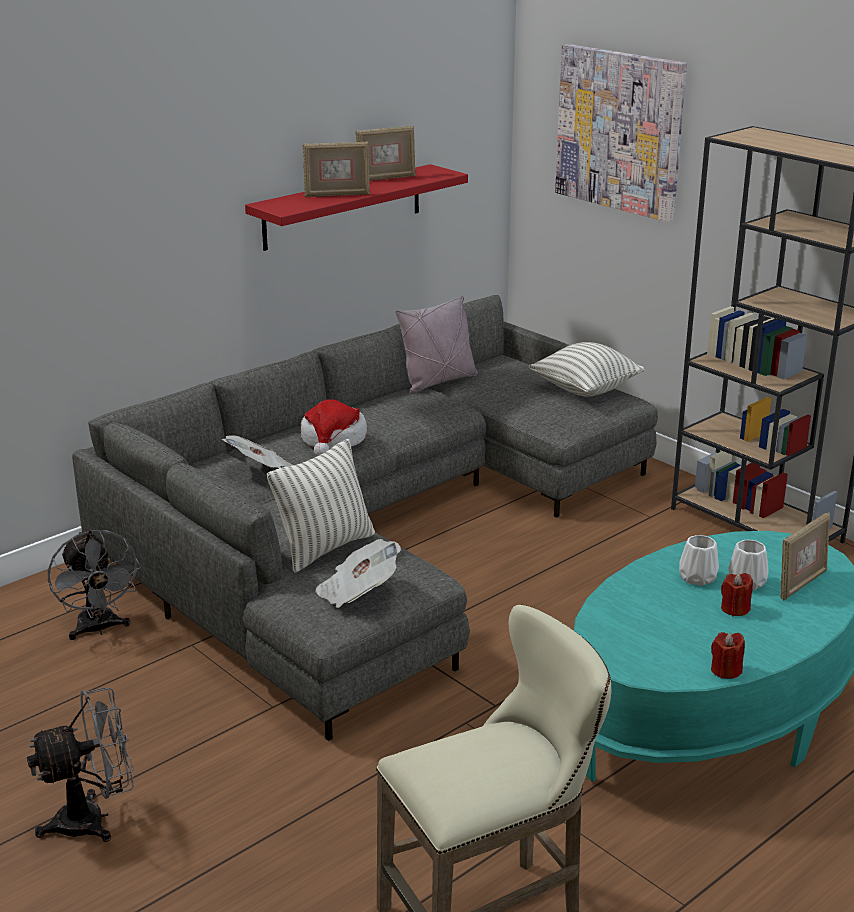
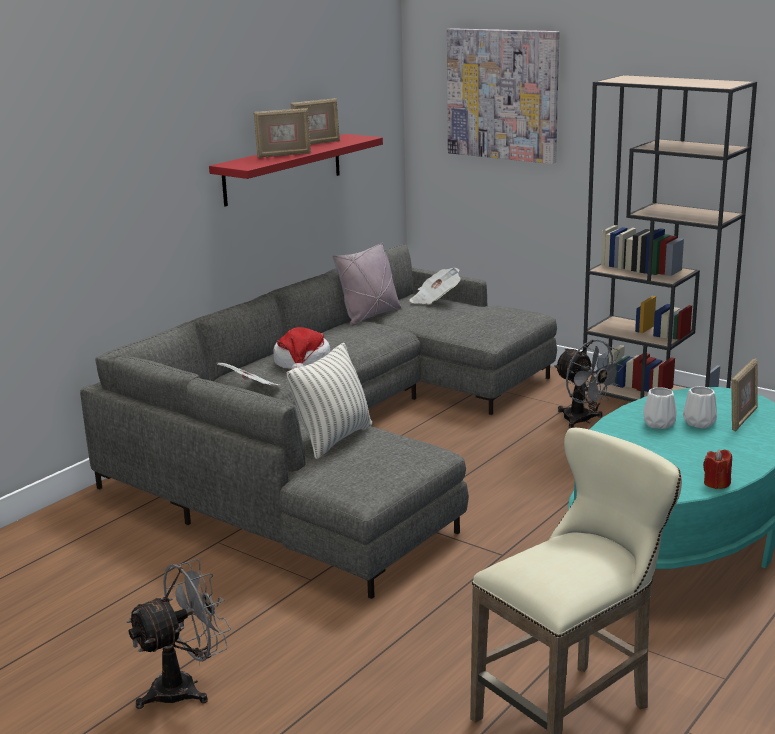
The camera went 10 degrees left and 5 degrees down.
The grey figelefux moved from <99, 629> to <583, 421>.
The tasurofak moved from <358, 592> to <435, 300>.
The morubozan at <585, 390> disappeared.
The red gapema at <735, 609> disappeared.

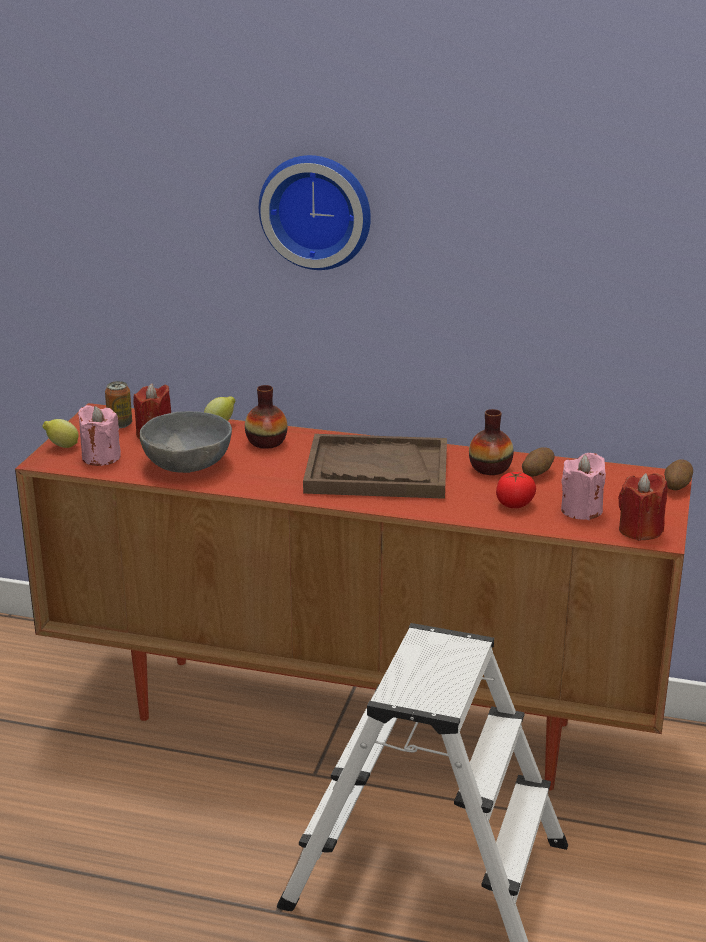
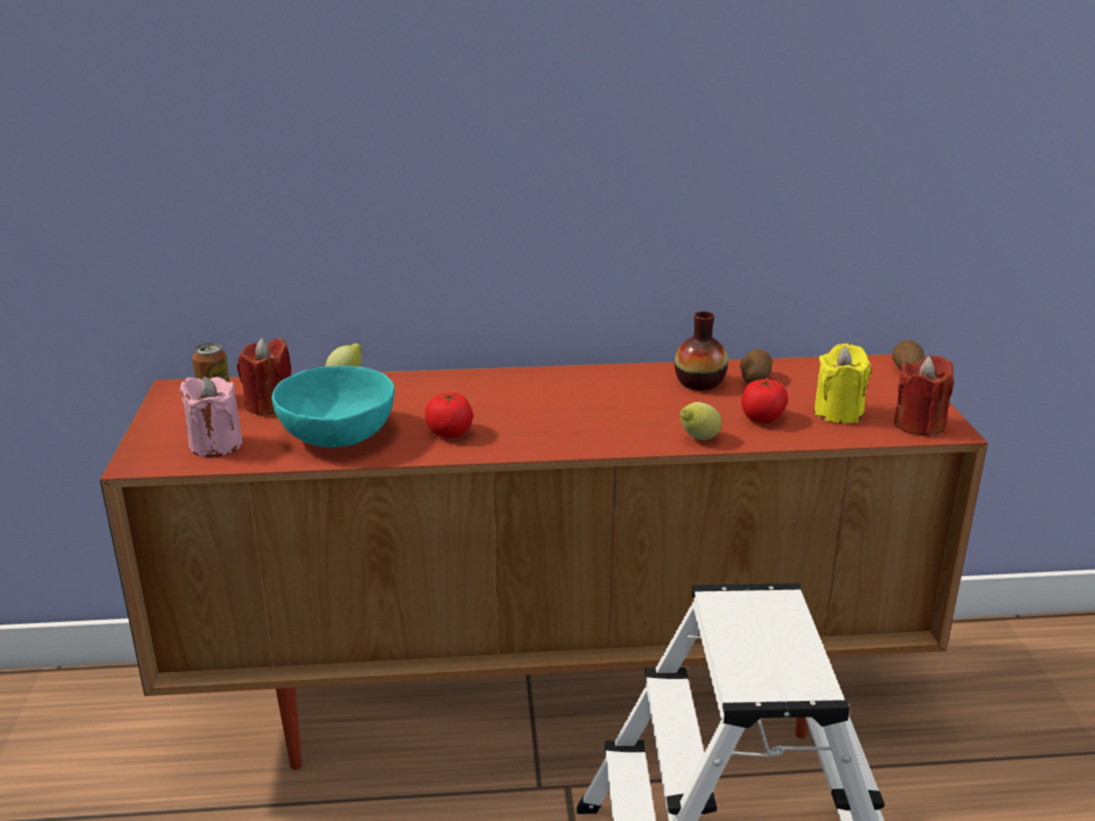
The camera went 20 degrees left and 0 degrees up.
The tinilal moved from <62, 447> to <698, 439>.
The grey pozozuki at <188, 463> became the turquoise pozozuki at <338, 434>.
The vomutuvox at <266, 442> disappeared.
The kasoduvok at <317, 210> disappeared.
The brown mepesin at <376, 471> disappeared.
The pink gapema at <581, 510> became the yellow gapema at <838, 413>.
The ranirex at <450, 433> appeared.

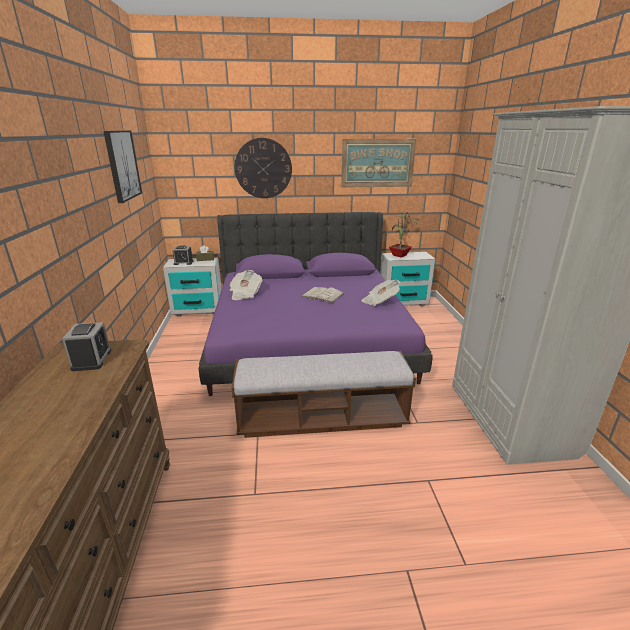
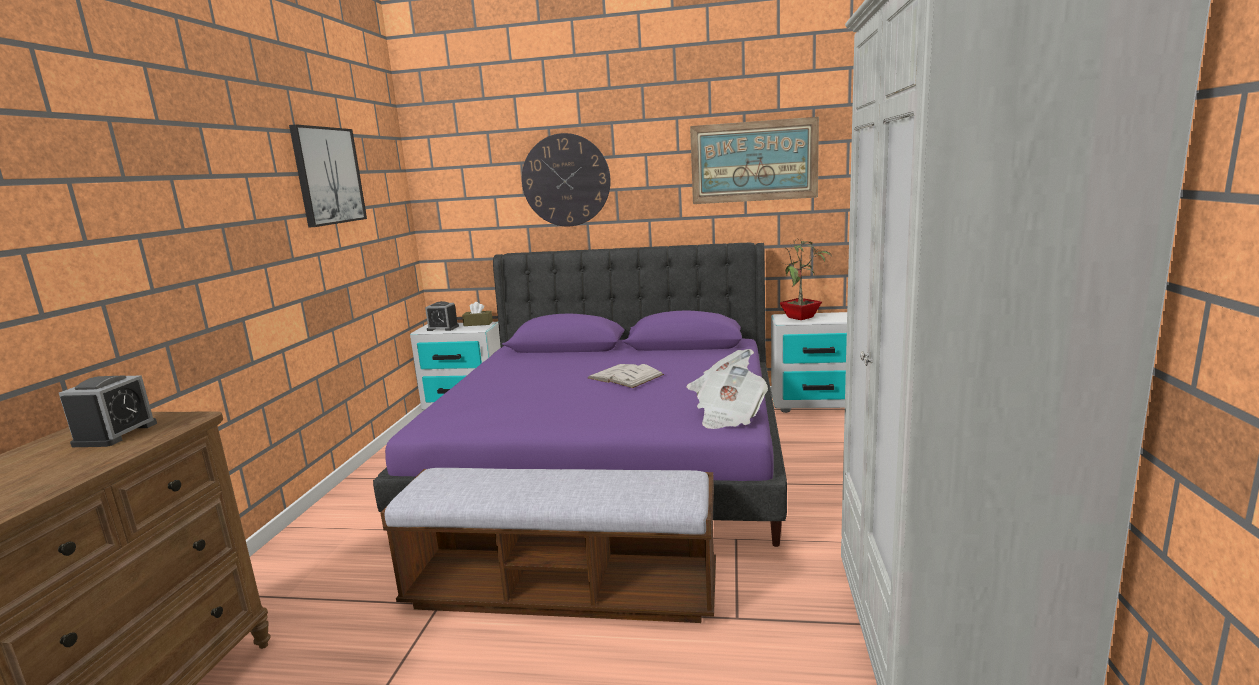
The camera went 15 degrees right and 10 degrees down.
The tasurofak moved from <245, 294> to <729, 416>.

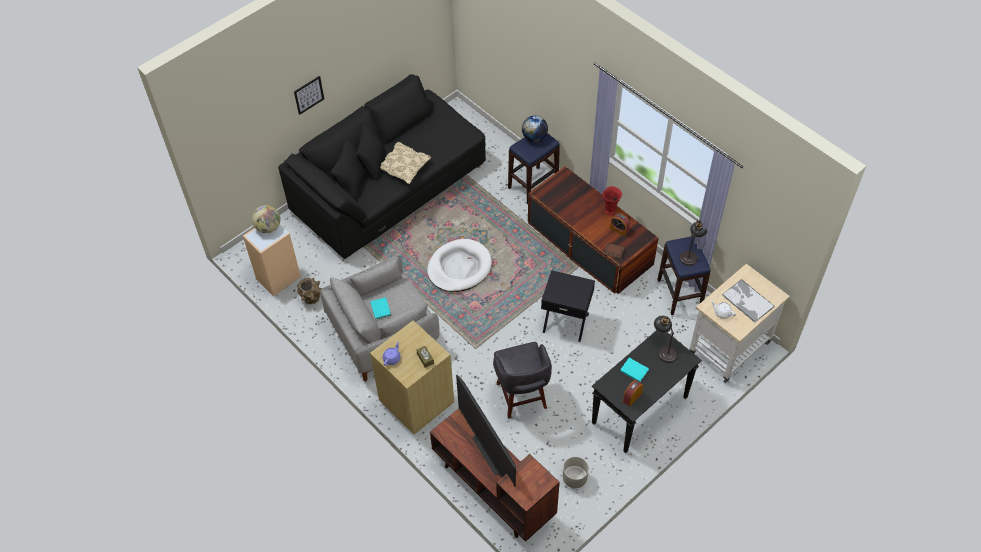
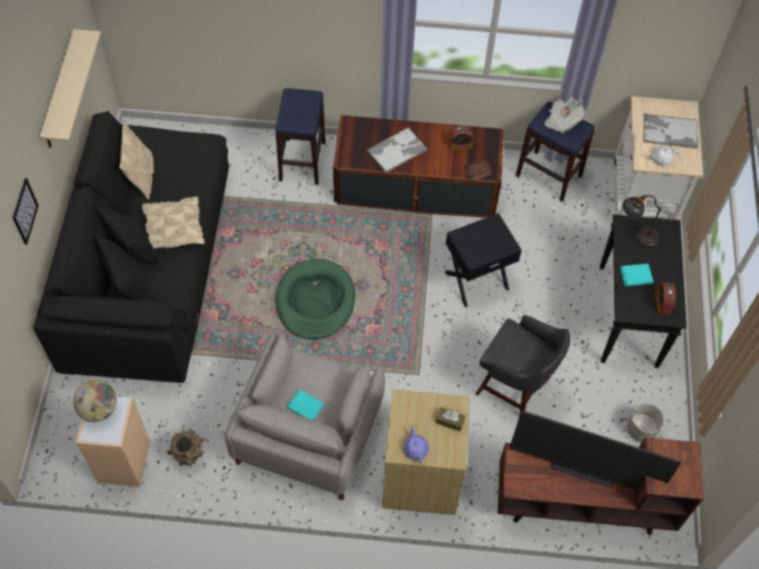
The camera went 45 degrees left and 5 degrees up.
The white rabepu at <459, 268> became the green rabepu at <315, 301>.
The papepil at <534, 137> disappeared.
The red vomutuvox at <610, 210> disappeared.
The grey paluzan at <691, 252> was replaced by the tasurofak at <562, 120>.
The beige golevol at <60, 91> appeared.
The beige morubozan at <142, 177> appeared.
The mepesin at <397, 150> appeared.

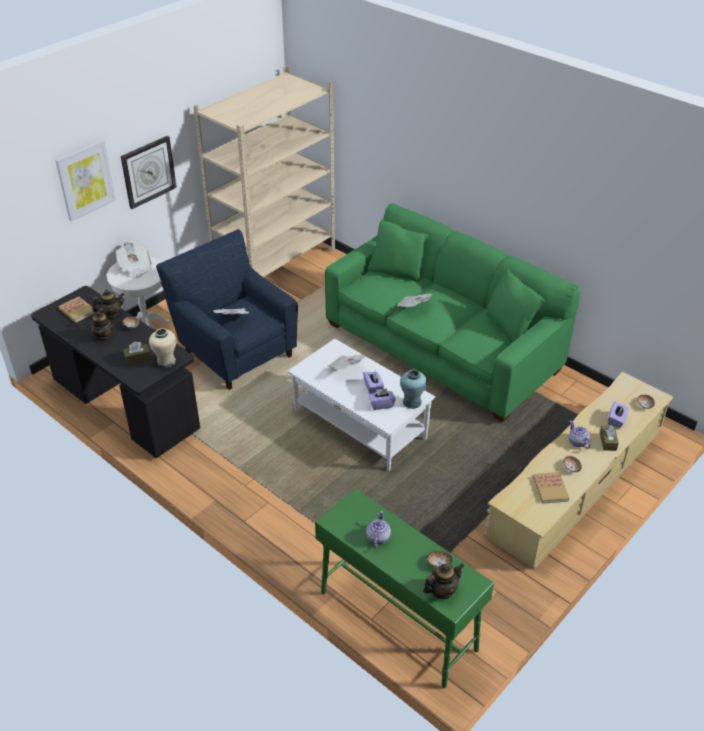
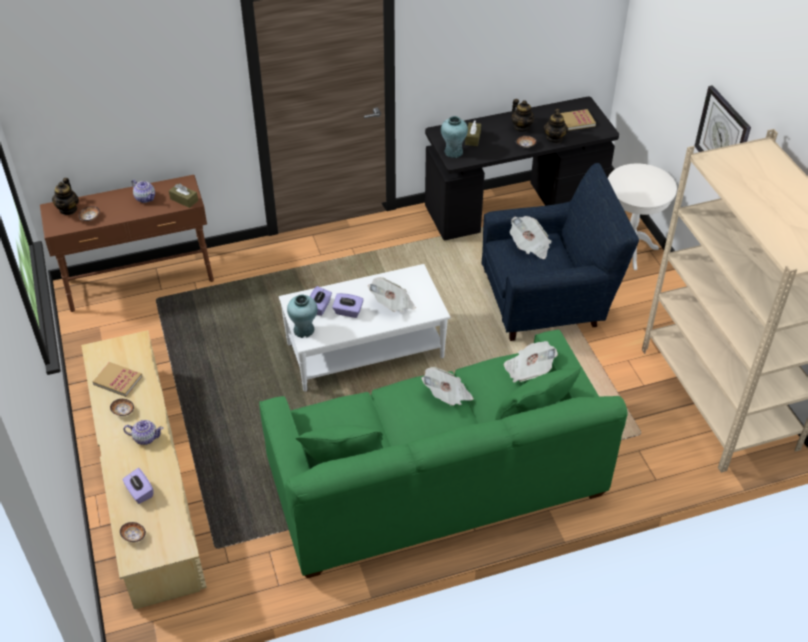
The camera went 120 degrees right and 5 degrees up.
The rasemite at <85, 180> disappeared.
The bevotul at <103, 336> turned 150 degrees counterclockwise.
The tasurofak moved from <135, 268> to <528, 370>.
The beige vomutuvox at <166, 362> became the turquoise vomutuvox at <453, 152>.
The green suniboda at <398, 620> became the brown suniboda at <140, 281>.
The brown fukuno moved from <608, 441> to <184, 200>.

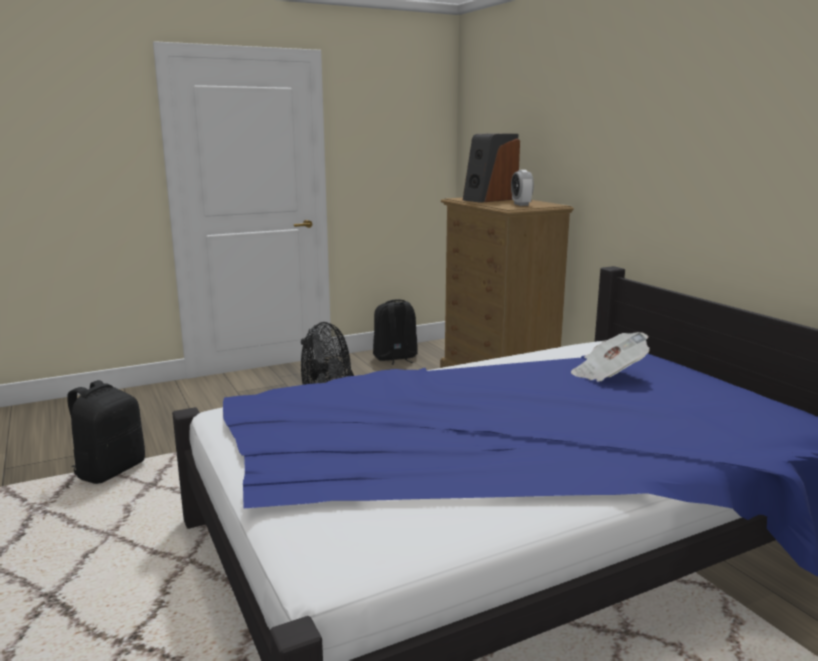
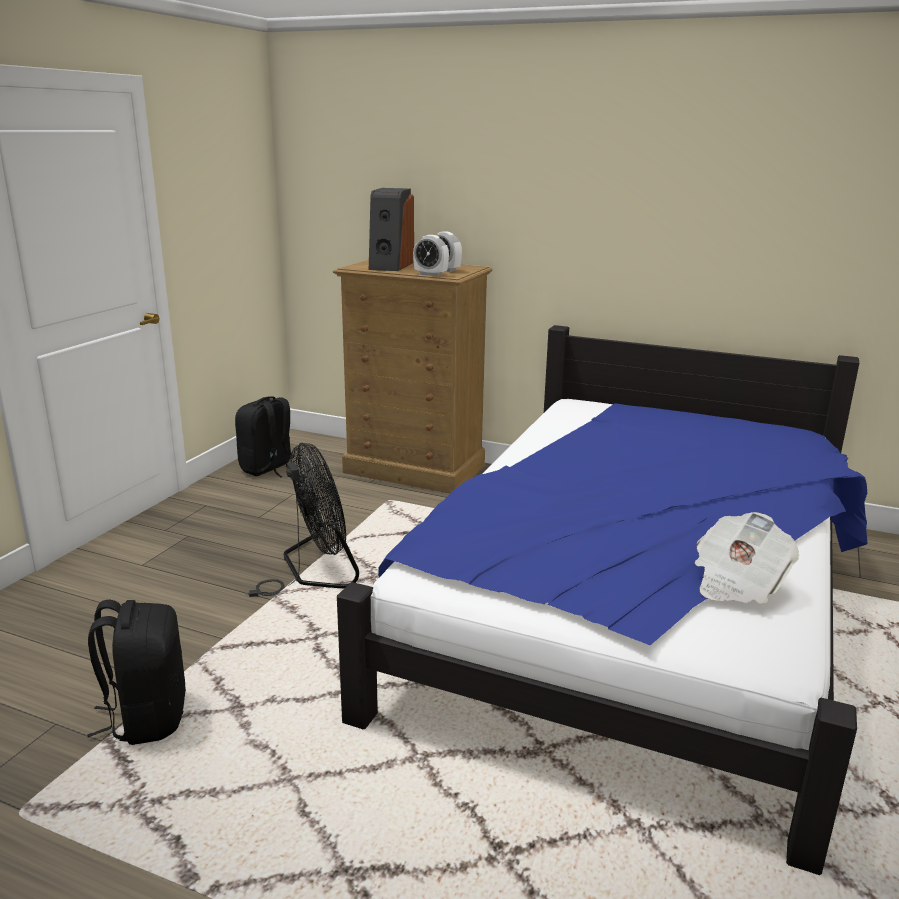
The camera went 40 degrees left and 5 degrees up.
The tasurofak moved from <608, 375> to <737, 582>.
The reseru at <430, 274> appeared.

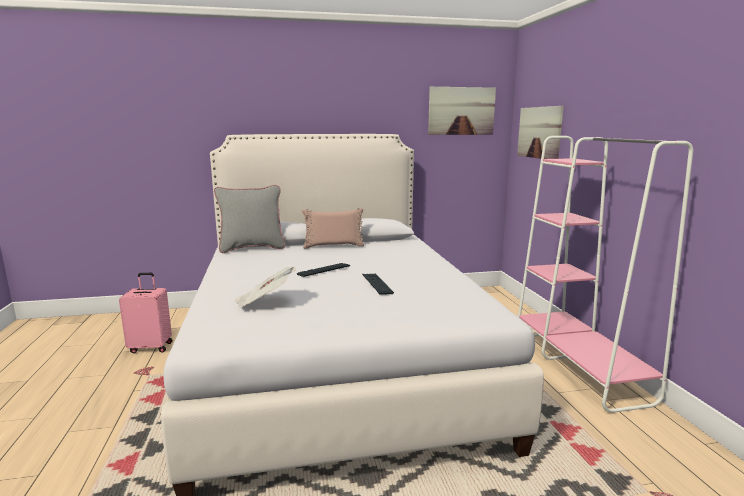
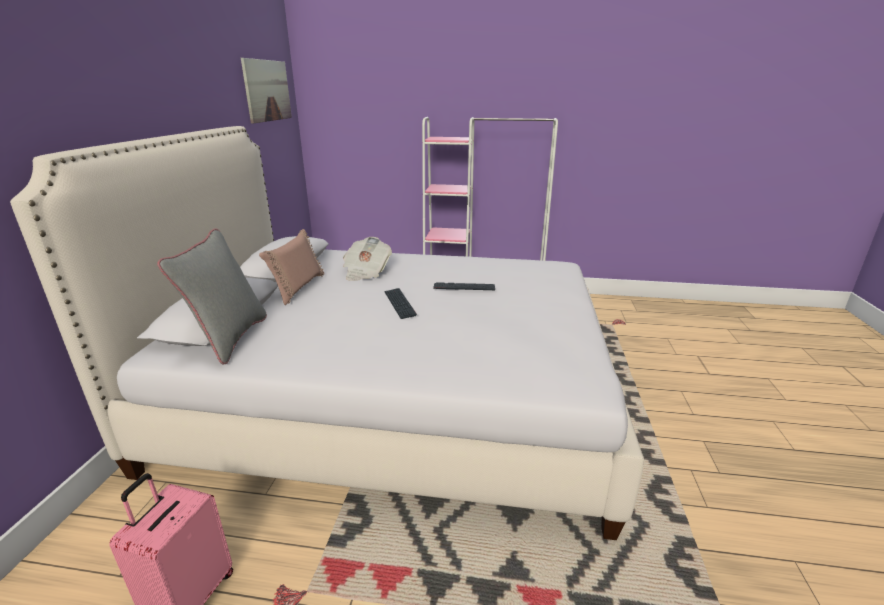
The camera went 70 degrees left and 10 degrees up.
The tasurofak moved from <264, 302> to <366, 272>.
The rasemite at <539, 132> disappeared.

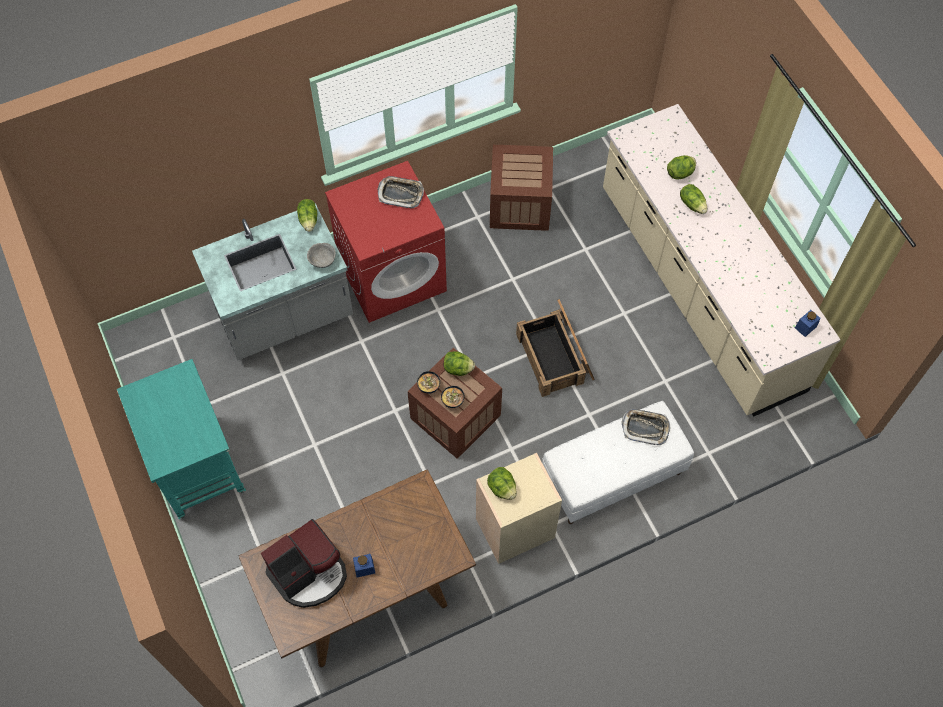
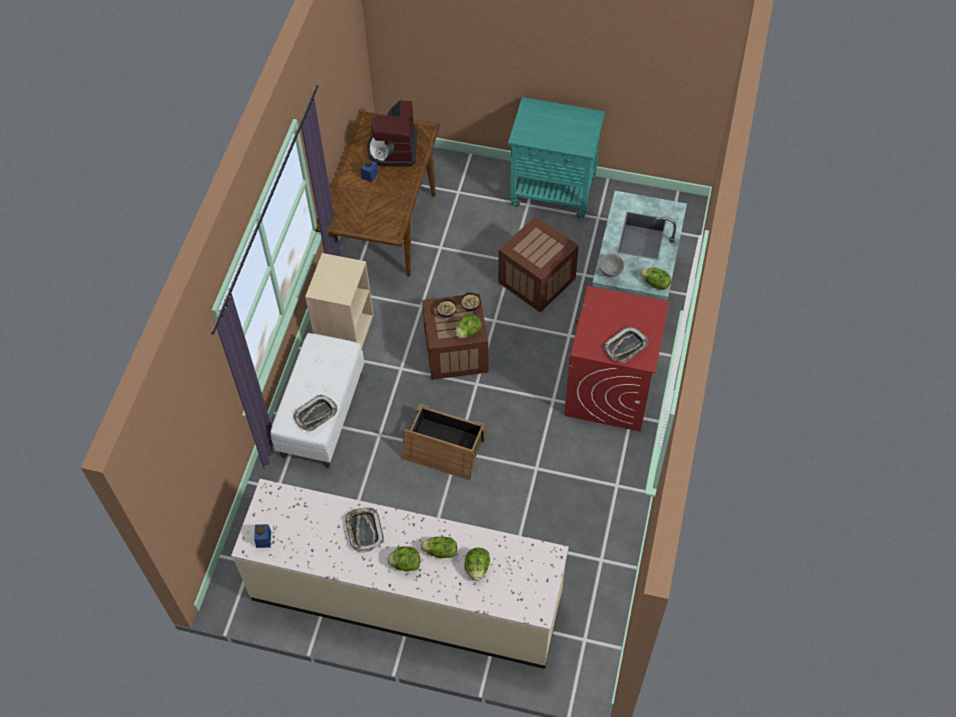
The camera went 130 degrees right and 5 degrees down.
The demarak moved from <502, 488> to <405, 564>.
The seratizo moved from <520, 205> to <537, 280>.
The mepesin at <364, 530> appeared.

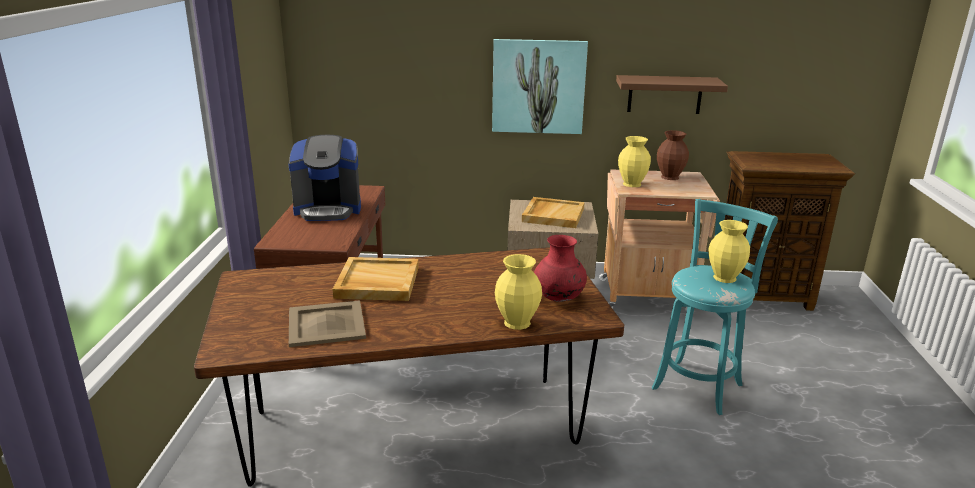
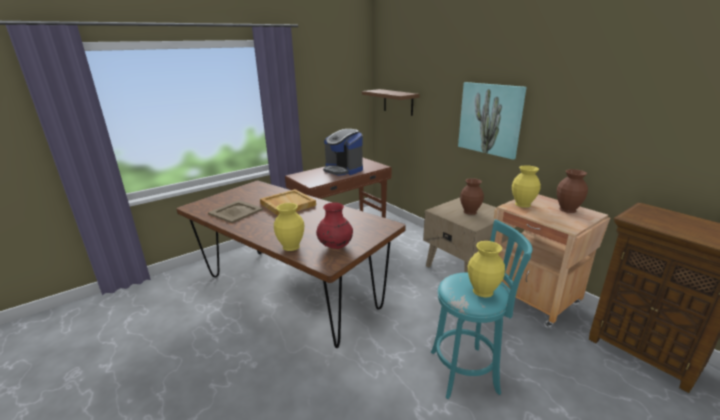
The camera went 50 degrees right and 0 degrees up.
The beige mepesin at <553, 215> was replaced by the brown vomutuvox at <469, 211>.
The brown golevol moved from <664, 94> to <398, 102>.

